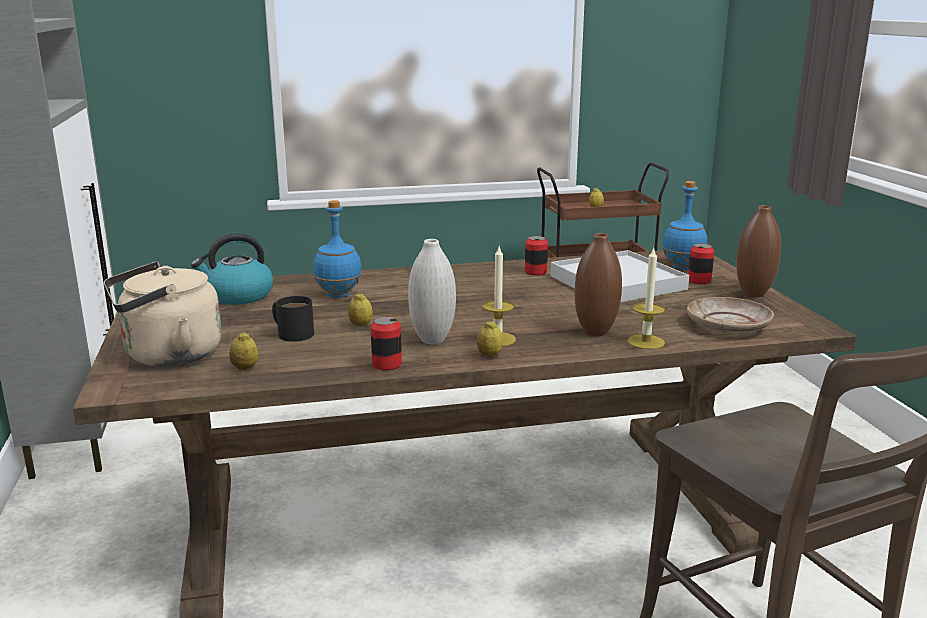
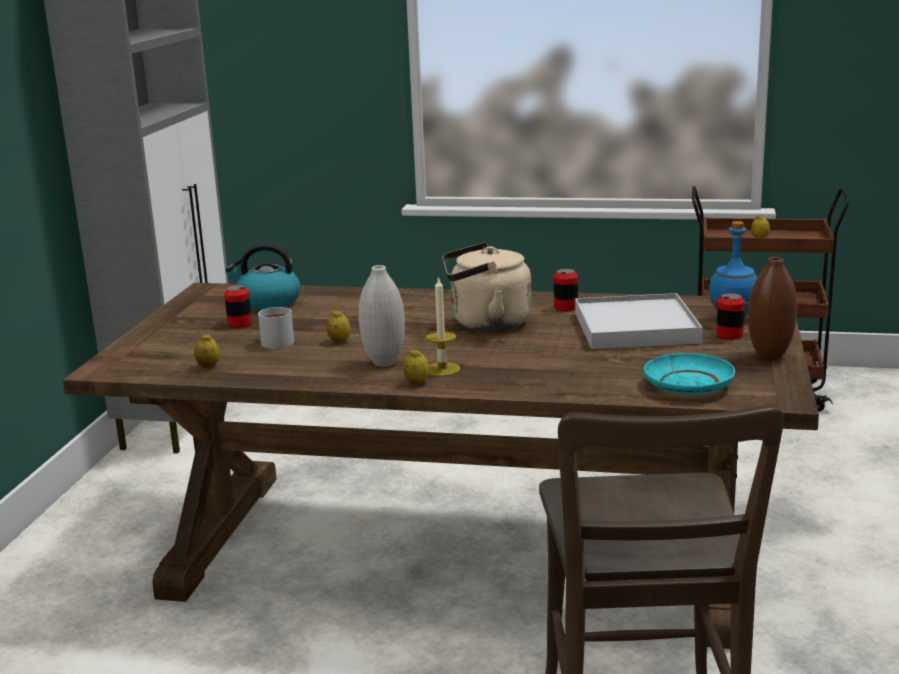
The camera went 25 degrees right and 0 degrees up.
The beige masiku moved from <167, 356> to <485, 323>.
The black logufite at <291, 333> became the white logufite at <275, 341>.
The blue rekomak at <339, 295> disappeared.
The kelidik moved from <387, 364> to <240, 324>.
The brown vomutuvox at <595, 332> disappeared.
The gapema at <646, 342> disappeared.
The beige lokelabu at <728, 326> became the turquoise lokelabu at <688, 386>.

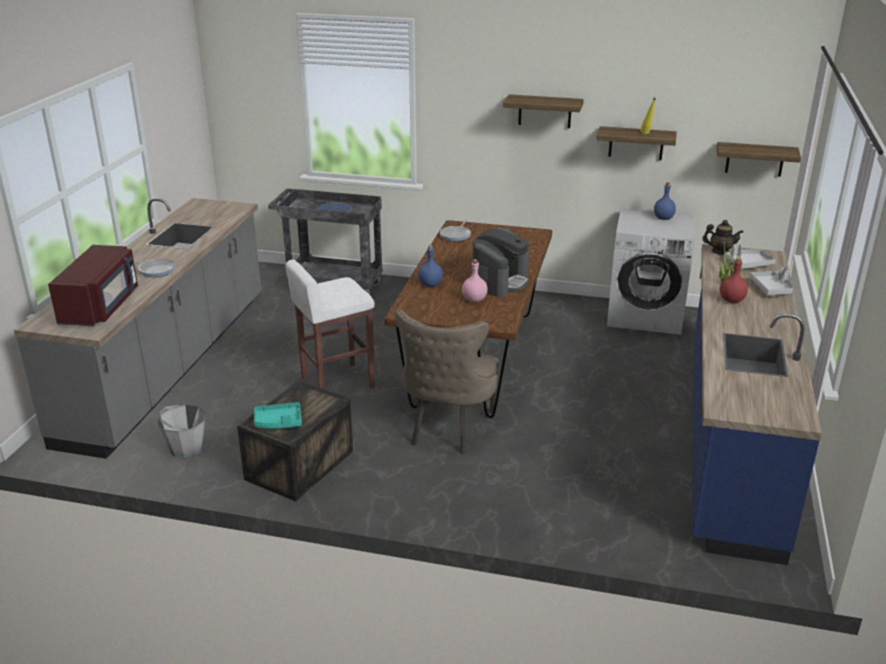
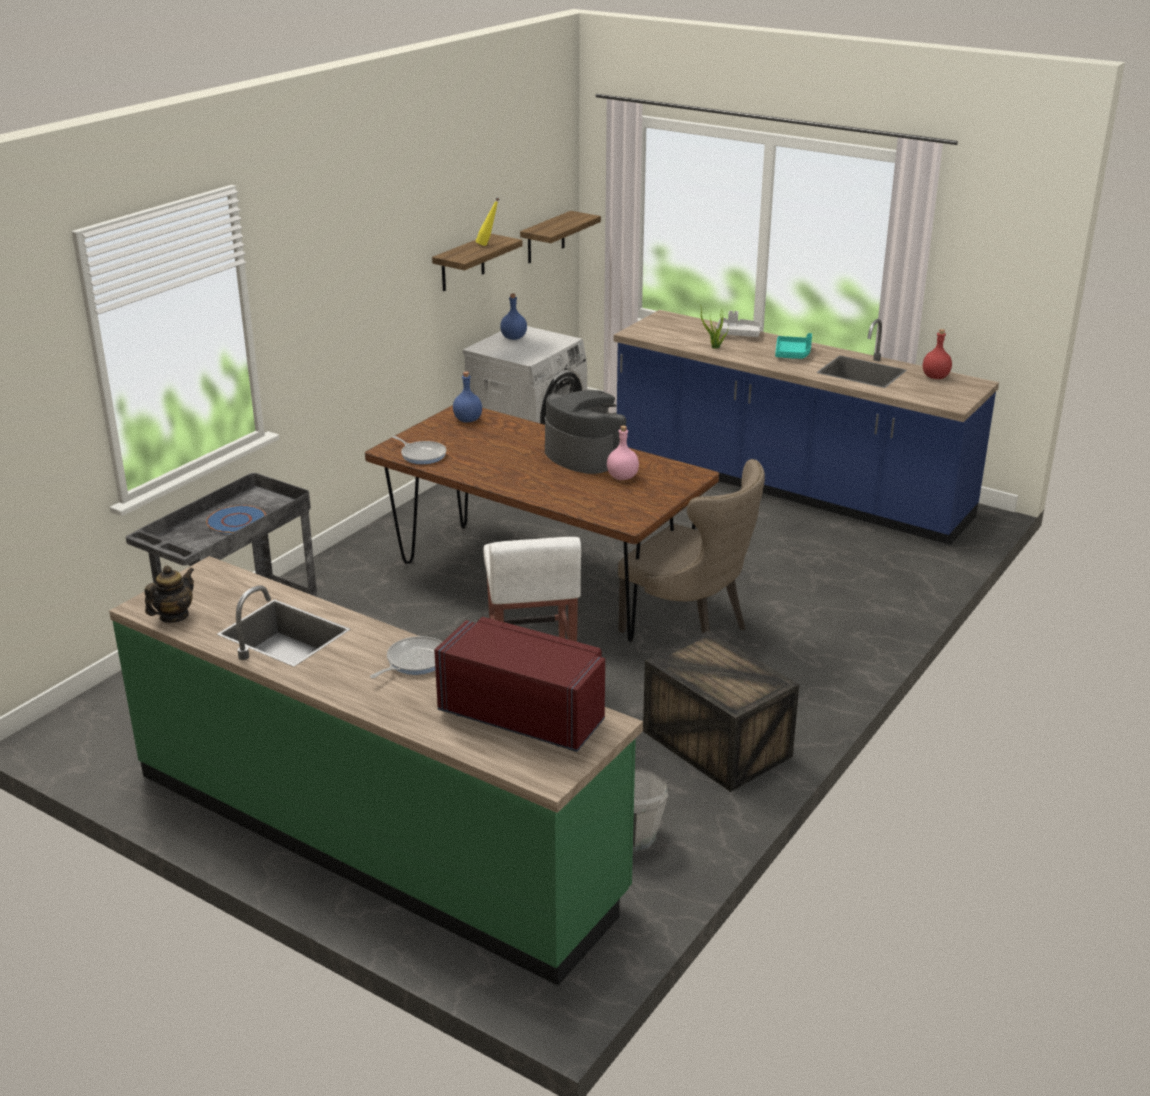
The camera went 70 degrees left and 0 degrees up.
The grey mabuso at <170, 366> became the green mabuso at <374, 834>.
The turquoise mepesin moved from <278, 422> to <793, 354>.
The blue rekomak moved from <431, 284> to <468, 420>.
The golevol at <544, 111> disappeared.
The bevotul moved from <720, 252> to <174, 616>.
The red rekomak moved from <731, 300> to <936, 377>.
The grey mepesin at <748, 264> disappeared.

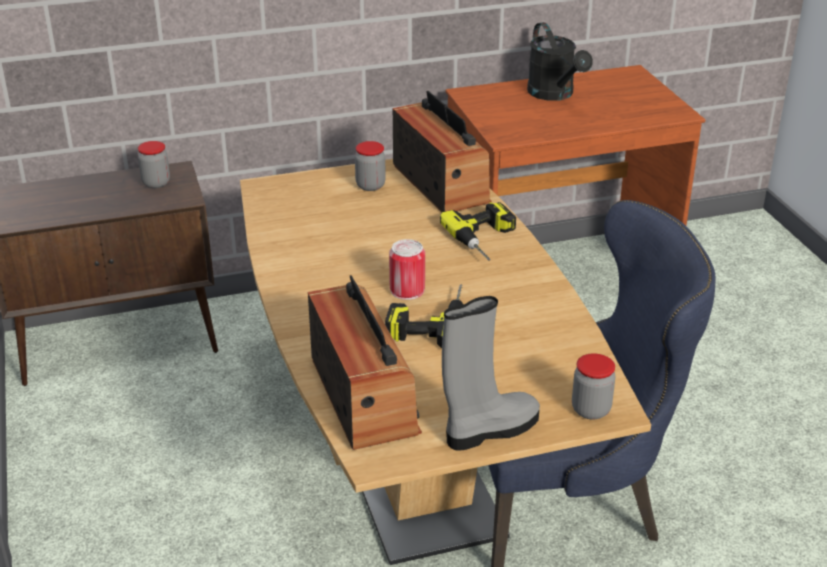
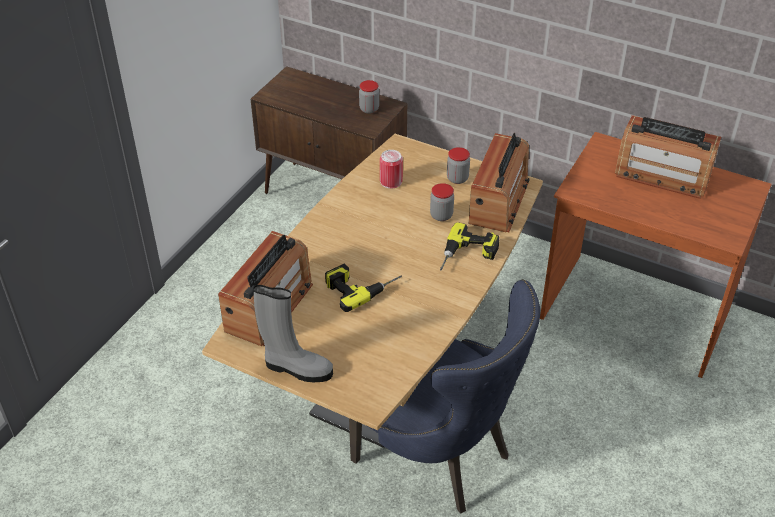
The camera went 45 degrees right and 10 degrees up.
The kelidik moved from <407, 290> to <391, 181>.
The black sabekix at <555, 94> was replaced by the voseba at <662, 175>.
The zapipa moved from <591, 410> to <441, 215>.

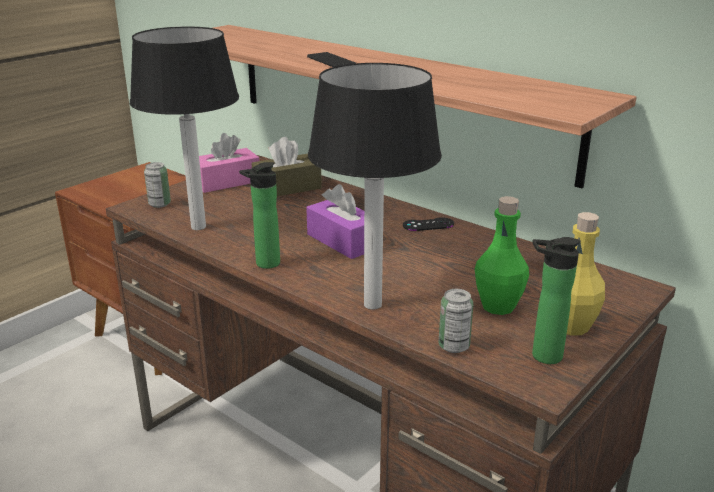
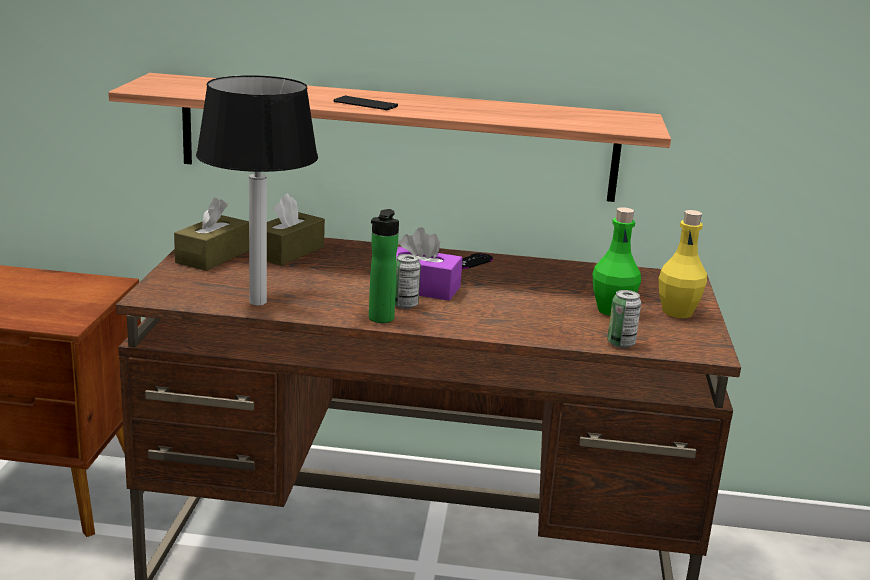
The camera went 35 degrees left and 5 degrees down.
The kelidik moved from <159, 204> to <405, 305>.
The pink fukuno at <226, 182> became the brown fukuno at <213, 256>.
The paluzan at <371, 304> disappeared.
The rekomak at <542, 356> disappeared.

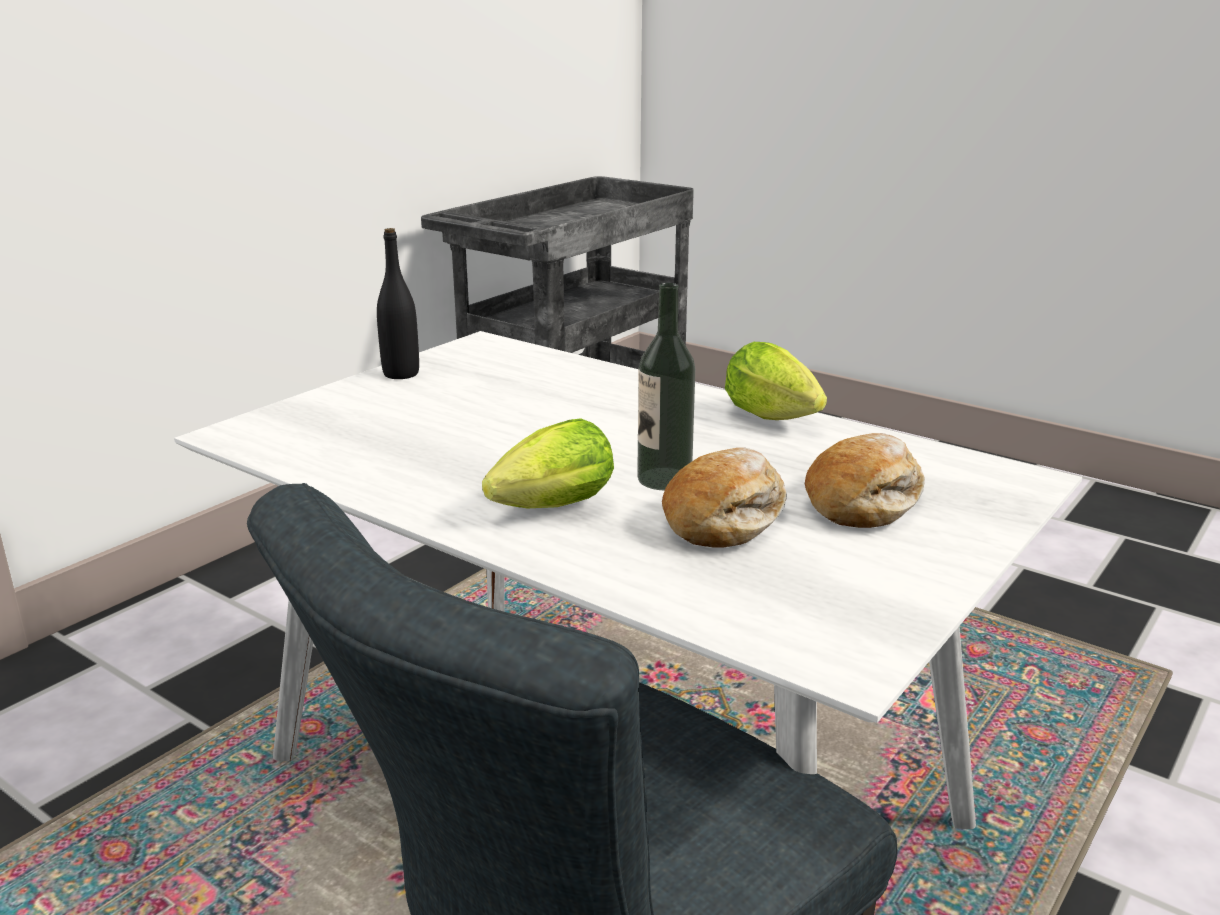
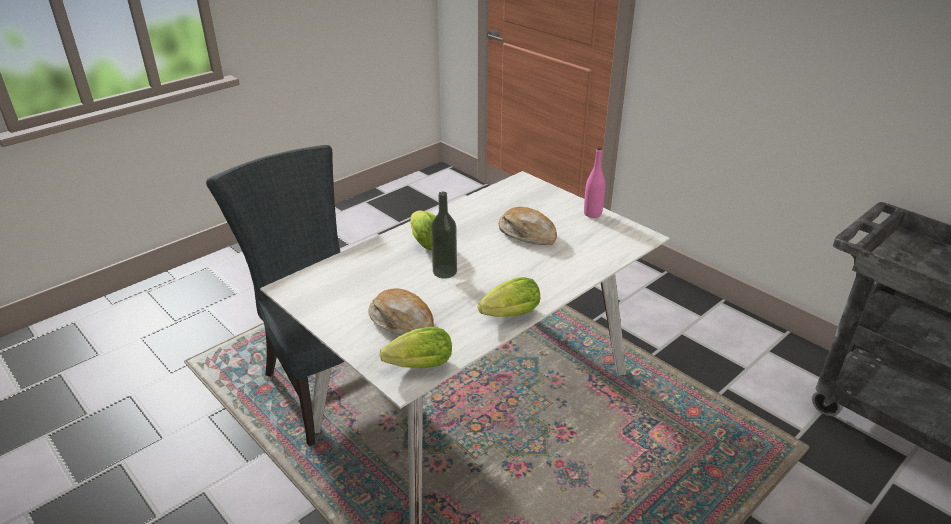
The camera went 100 degrees right and 10 degrees up.
The black rekomak at <401, 374> became the pink rekomak at <592, 214>.
The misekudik moved from <725, 517> to <527, 234>.
The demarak at <416, 366> appeared.

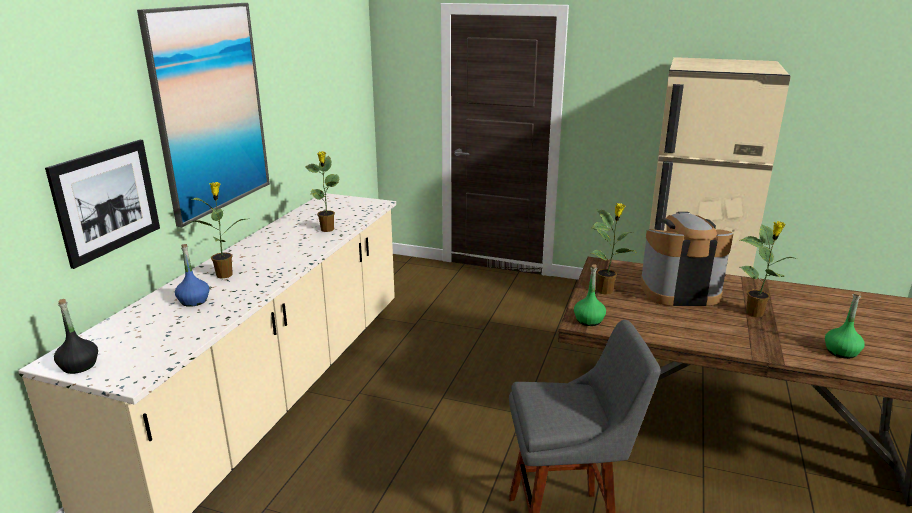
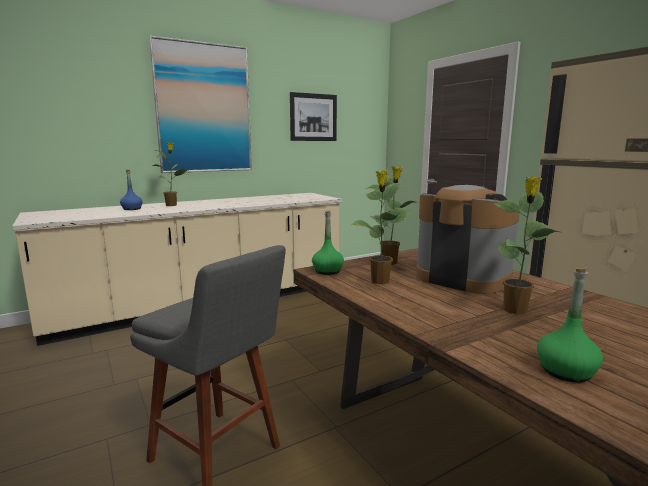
The camera went 40 degrees right and 10 degrees down.
The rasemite moved from <107, 201> to <313, 117>.
The black rekomak at <79, 366> disappeared.
The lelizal moved from <327, 230> to <380, 281>.

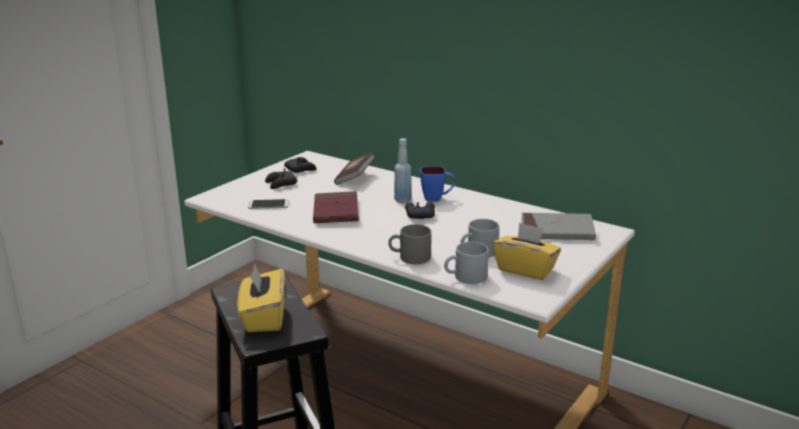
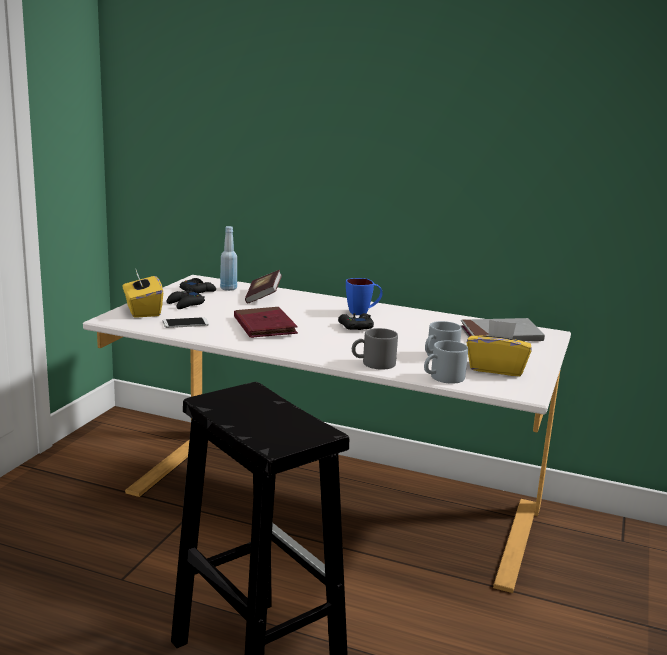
The camera went 15 degrees left and 5 degrees down.
The yellow fukuno moved from <263, 318> to <142, 311>.
The blue rekomak moved from <402, 200> to <228, 289>.

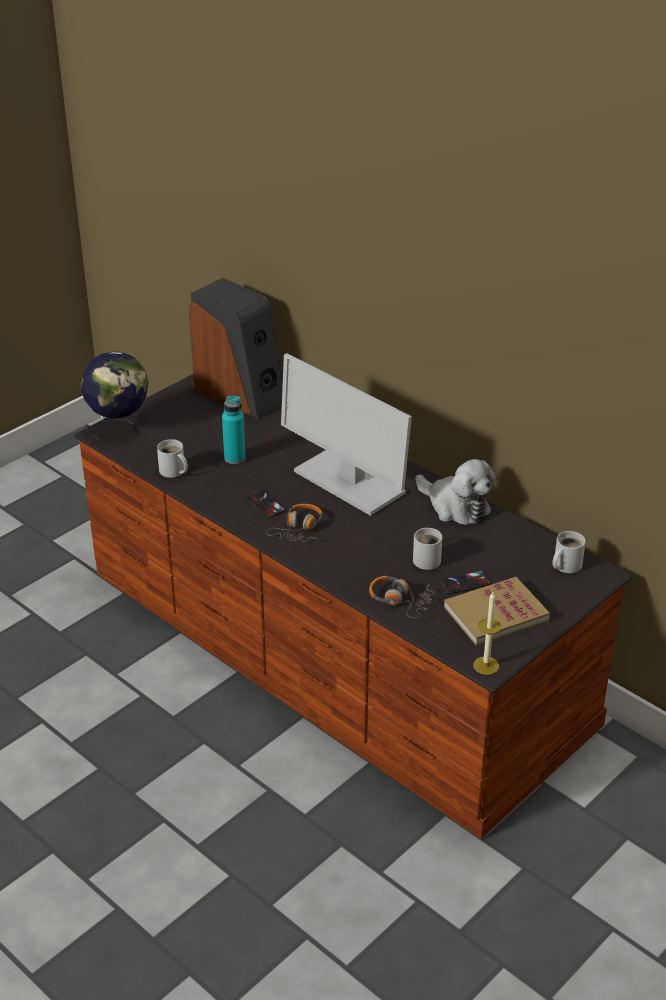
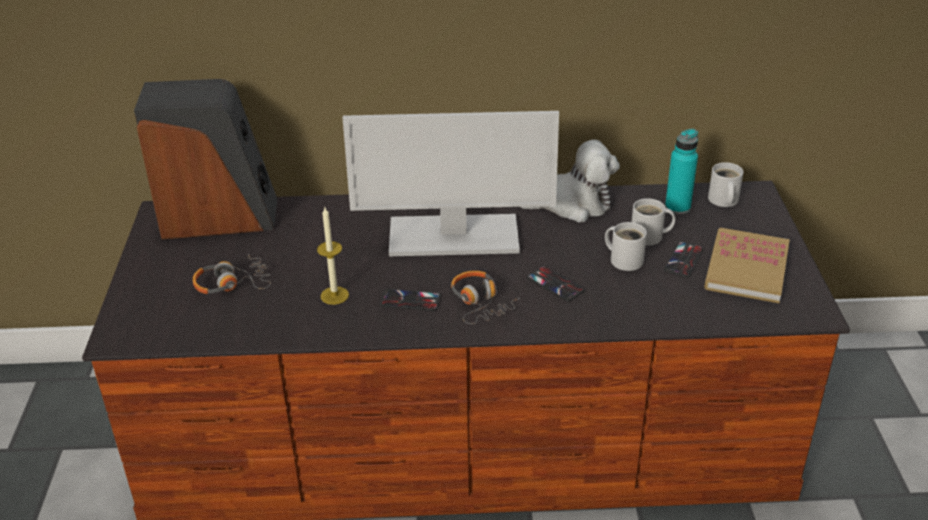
The camera went 45 degrees left and 0 degrees up.
The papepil at <119, 428> disappeared.
The white logufite moved from <173, 472> to <649, 237>.
The turquoise rekomak moved from <234, 458> to <677, 207>.
The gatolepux moved from <400, 601> to <232, 283>.
The gapema moved from <486, 665> to <334, 295>.
The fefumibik at <555, 284> appeared.

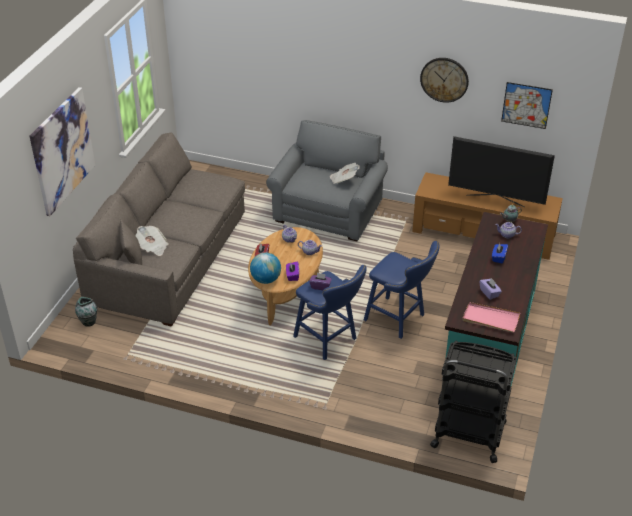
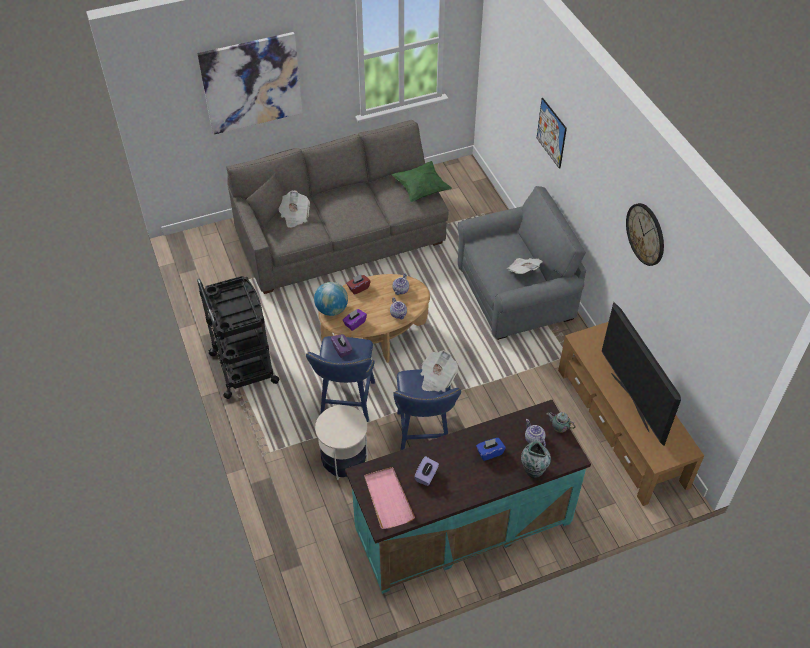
The camera went 50 degrees right and 10 degrees up.
The vomutuvox moved from <88, 322> to <533, 470>.
The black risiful moved from <469, 434> to <244, 368>.
The rasemite moved from <526, 105> to <551, 133>.
The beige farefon at <344, 461> appeared.
The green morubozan at <421, 189> appeared.
The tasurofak at <437, 378> appeared.

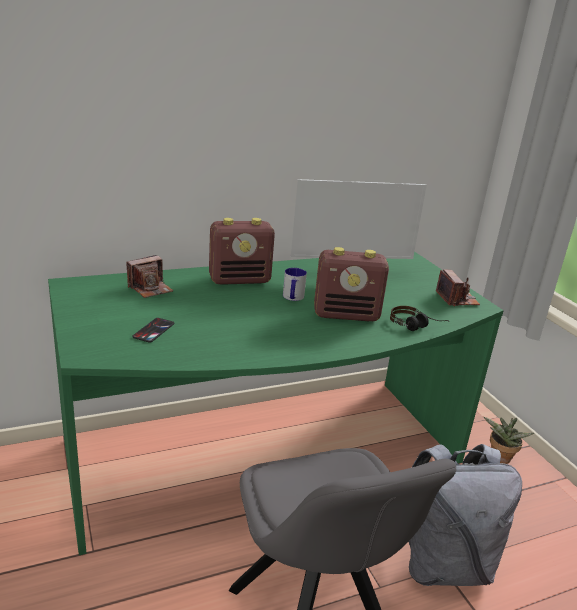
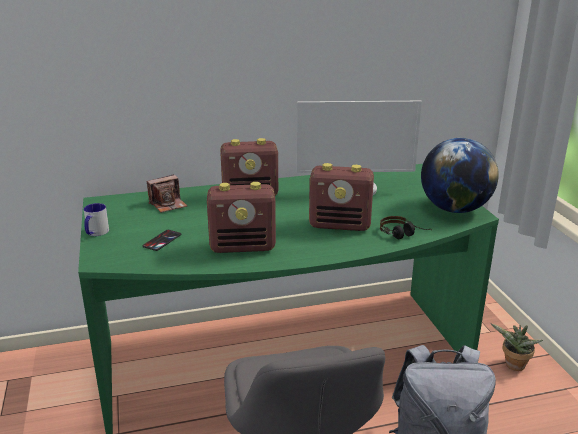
The camera went 10 degrees right and 0 degrees up.
The logufite moved from <292, 298> to <96, 233>.
The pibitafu at <457, 299> was replaced by the papepil at <454, 209>.
The voseba at <243, 247> appeared.

